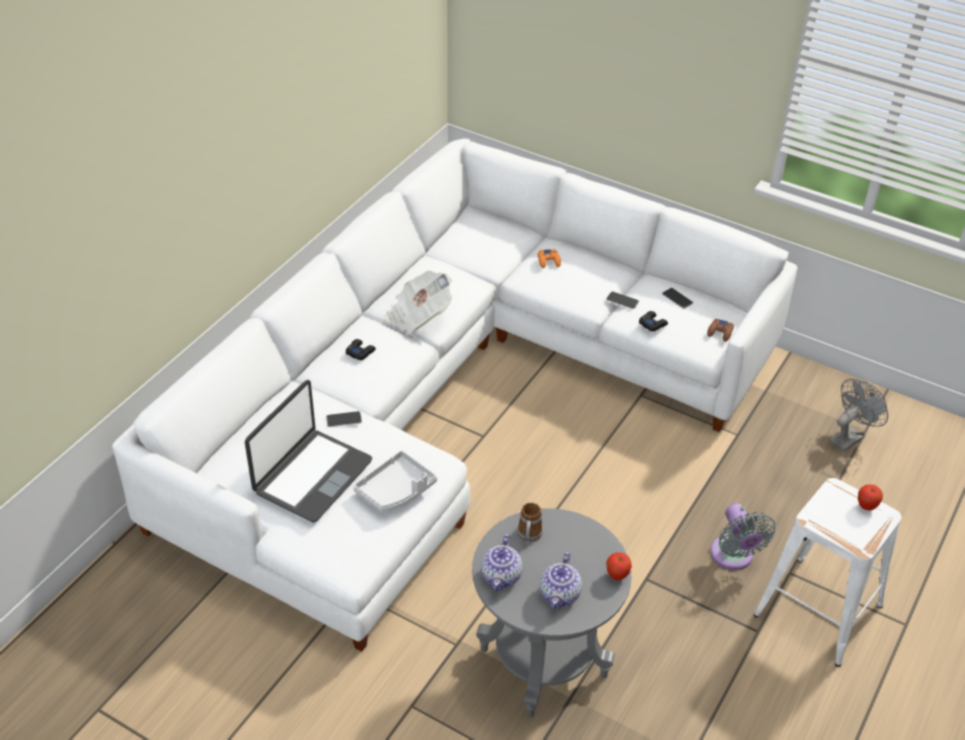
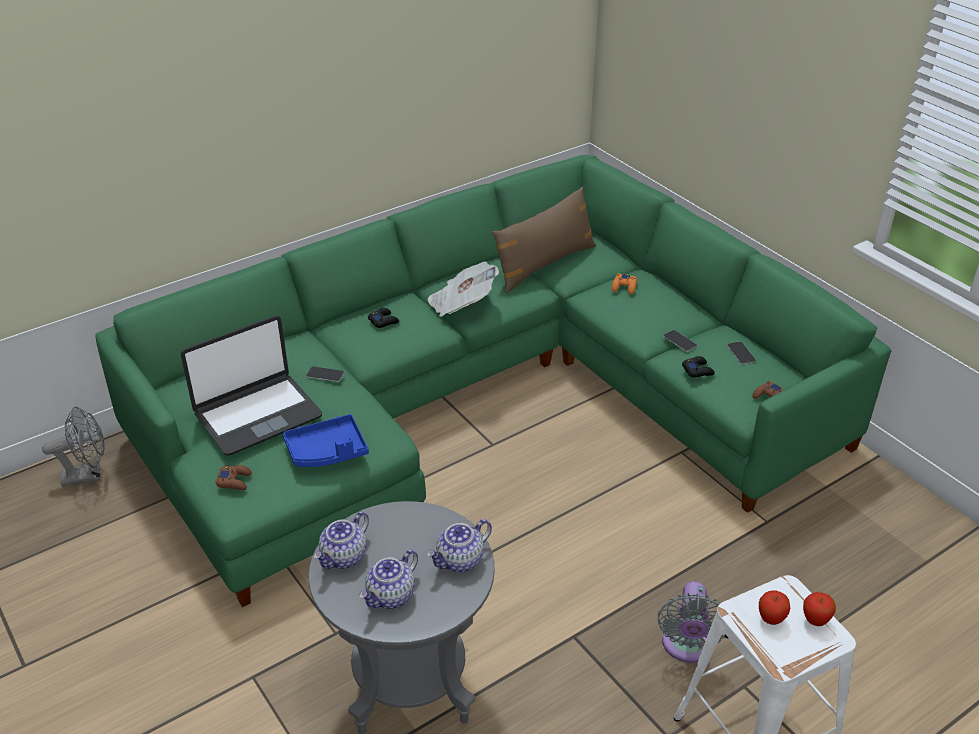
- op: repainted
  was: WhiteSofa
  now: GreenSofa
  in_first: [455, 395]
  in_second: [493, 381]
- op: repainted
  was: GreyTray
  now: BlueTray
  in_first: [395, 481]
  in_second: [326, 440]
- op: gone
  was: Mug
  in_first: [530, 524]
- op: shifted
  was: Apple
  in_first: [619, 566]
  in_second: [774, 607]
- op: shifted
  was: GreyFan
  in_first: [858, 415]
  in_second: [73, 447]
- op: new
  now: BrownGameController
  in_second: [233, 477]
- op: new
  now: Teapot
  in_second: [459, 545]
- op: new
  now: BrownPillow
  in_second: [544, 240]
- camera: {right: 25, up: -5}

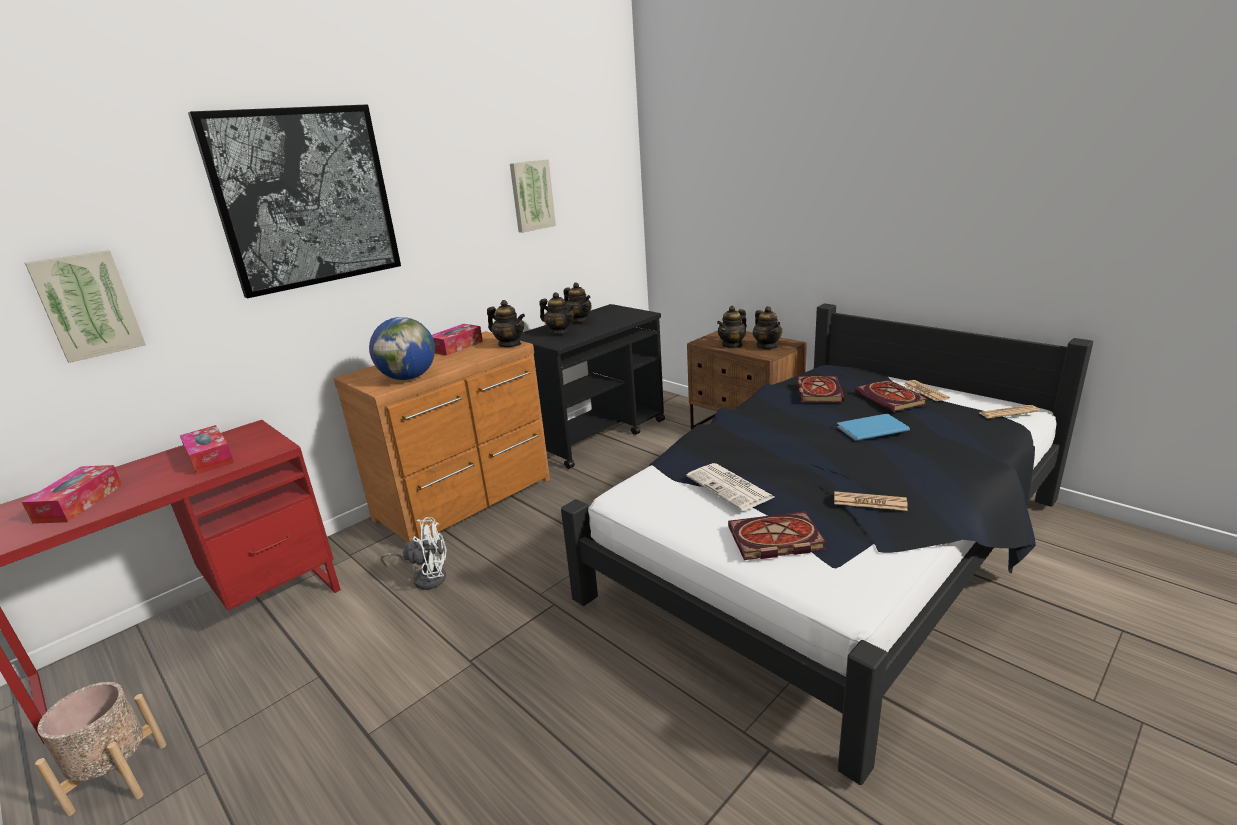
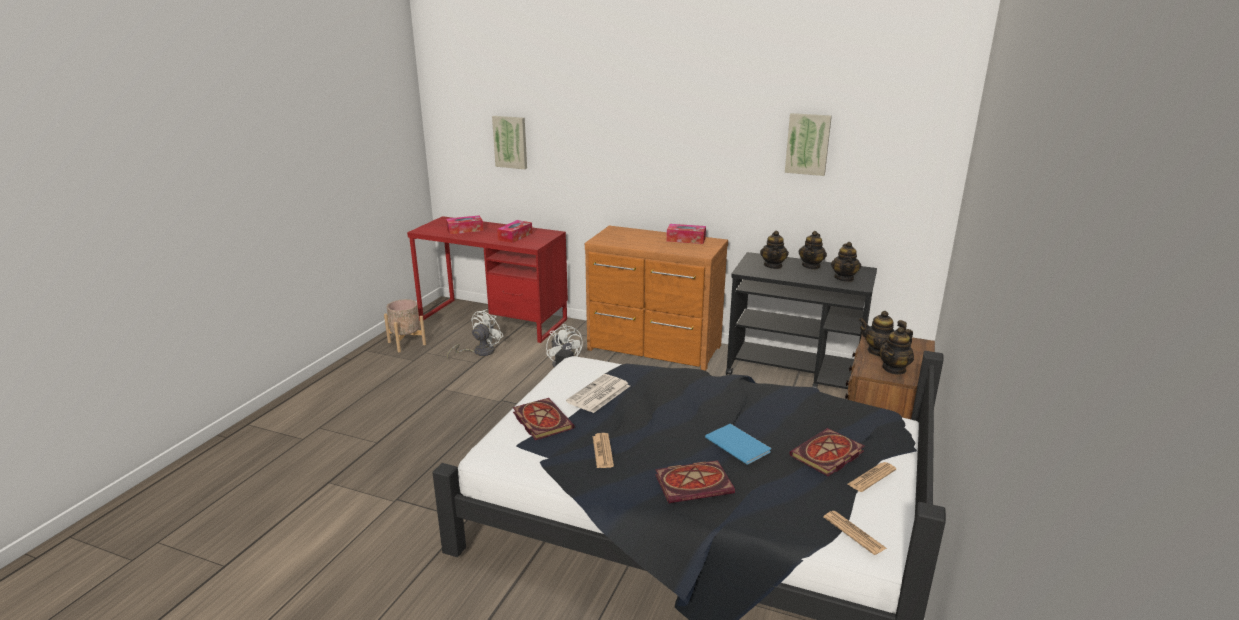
- op: gone
  was: Picture
  in_first: [294, 201]
- op: gone
  was: Globe
  in_first: [402, 348]
- op: shifted
  was: Teapot
  in_first: [506, 323]
  in_second: [846, 262]
- op: shifted
  was: Book
  in_first: [821, 389]
  in_second: [695, 481]
- op: new
  now: WhiteFan
  in_second: [475, 334]
- camera: {right: 65, up: 0}

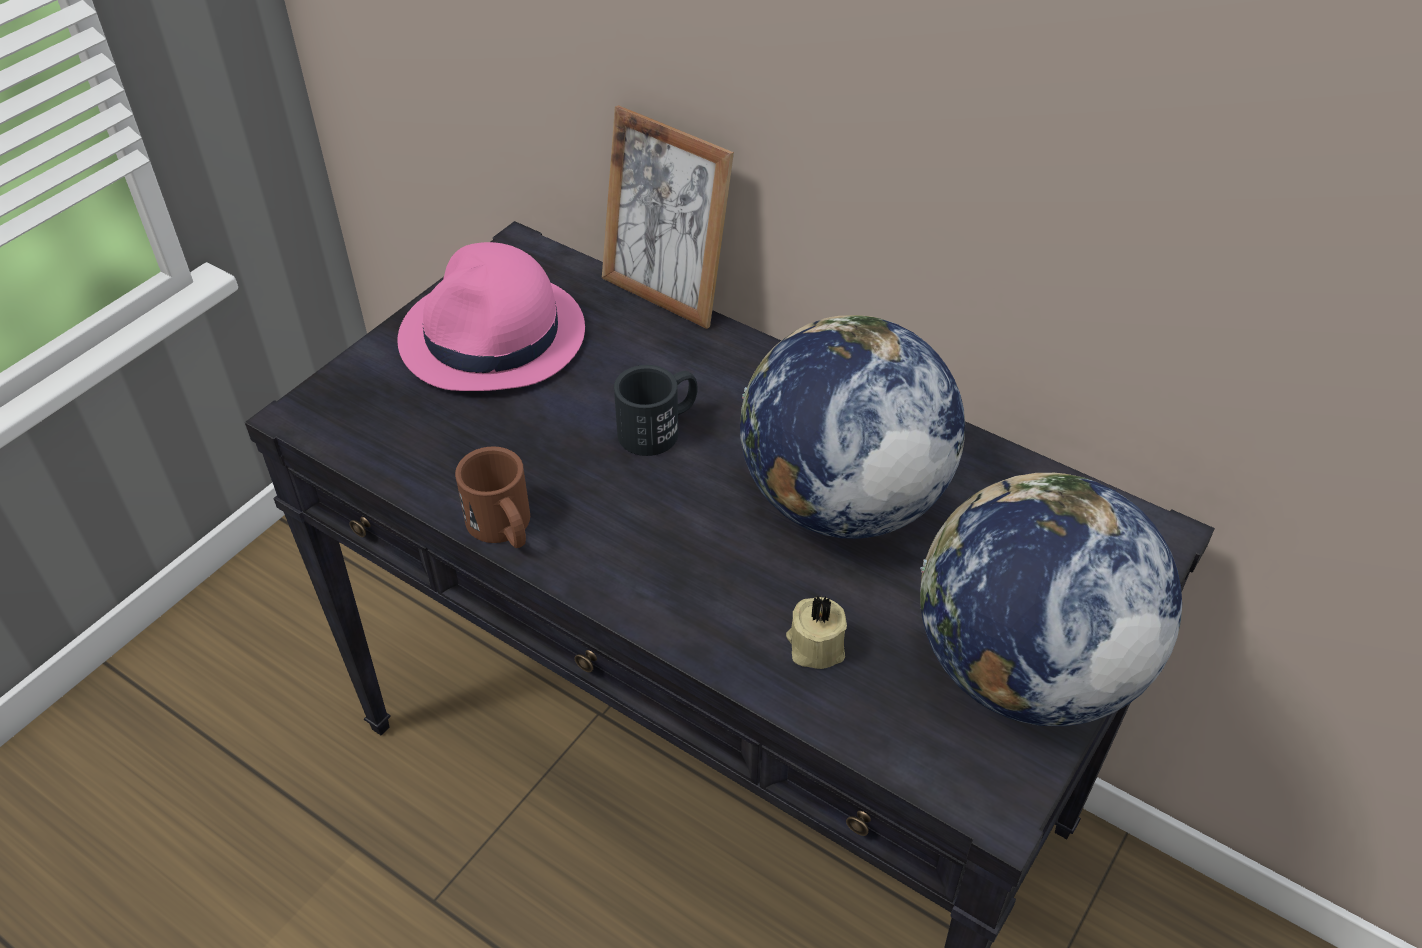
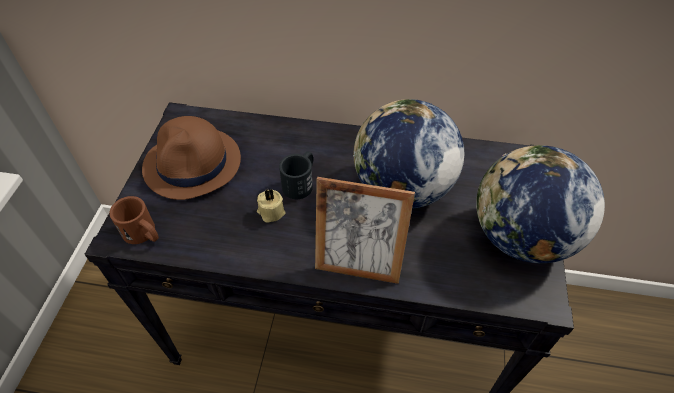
- op: repainted
  was: PinkHat
  now: BrownHat
  in_first: [491, 316]
  in_second: [191, 158]
- op: shifted
  was: BrownMug
  in_first: [492, 497]
  in_second: [134, 220]
- op: shifted
  was: PictureFrame
  in_first: [668, 217]
  in_second: [365, 230]
- op: shifted
  was: BeigeCandle
  in_first: [816, 632]
  in_second: [271, 205]
- camera: {right: -25, up: 5}

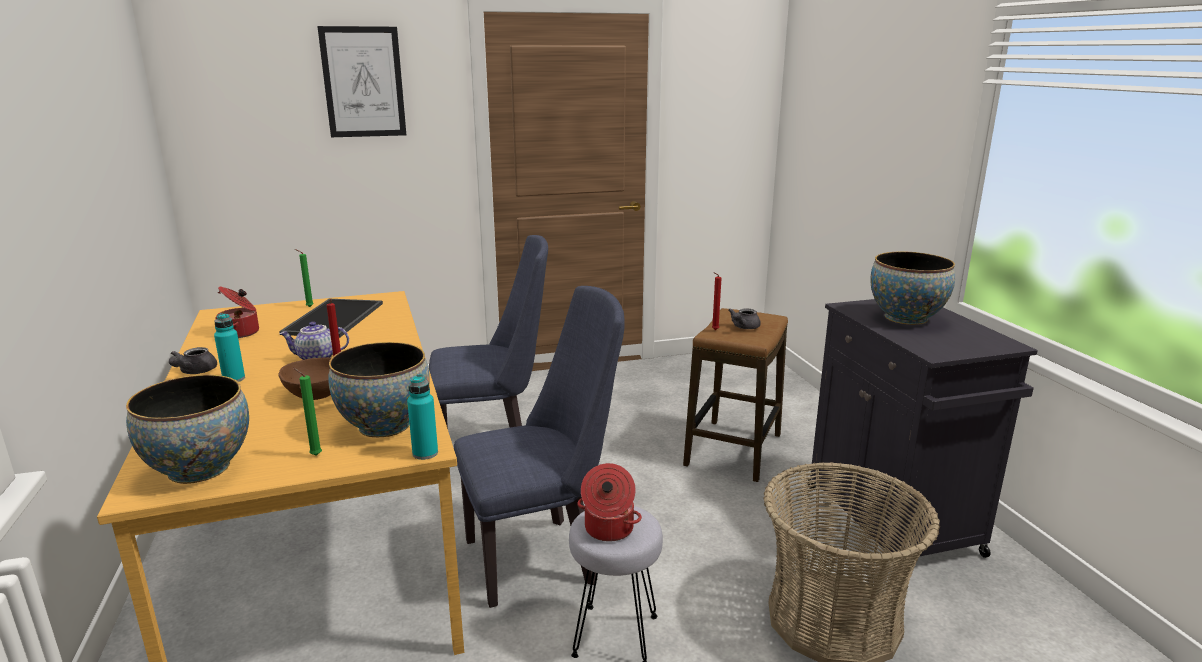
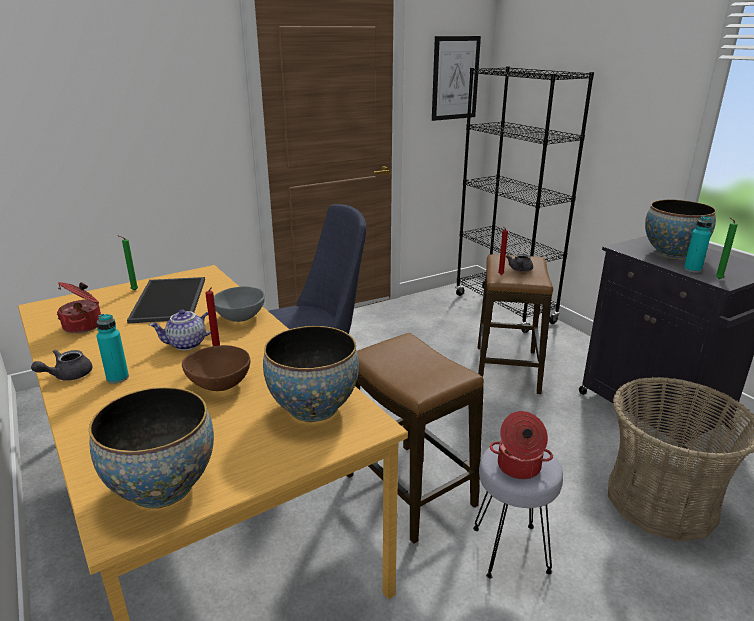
- op: rotated
  was: GreyTeapot
  in_first: [193, 360]
  in_second: [61, 365]
  clockwise: 45
- op: shifted
  was: GreenCandle
  in_first: [307, 412]
  in_second: [726, 248]
- op: shifted
  was: Picture
  in_first: [361, 81]
  in_second: [456, 78]
- op: shifted
  was: TurquoiseBottle
  in_first: [422, 417]
  in_second: [698, 244]
- op: swapped
  was: BlueChair
  now: Stool
  in_first: [539, 447]
  in_second: [415, 438]
- op: new
  now: GreyBowl
  in_second: [239, 304]
- op: new
  now: BlackBookcase
  in_second: [524, 199]
- camera: {right: -15, up: 5}

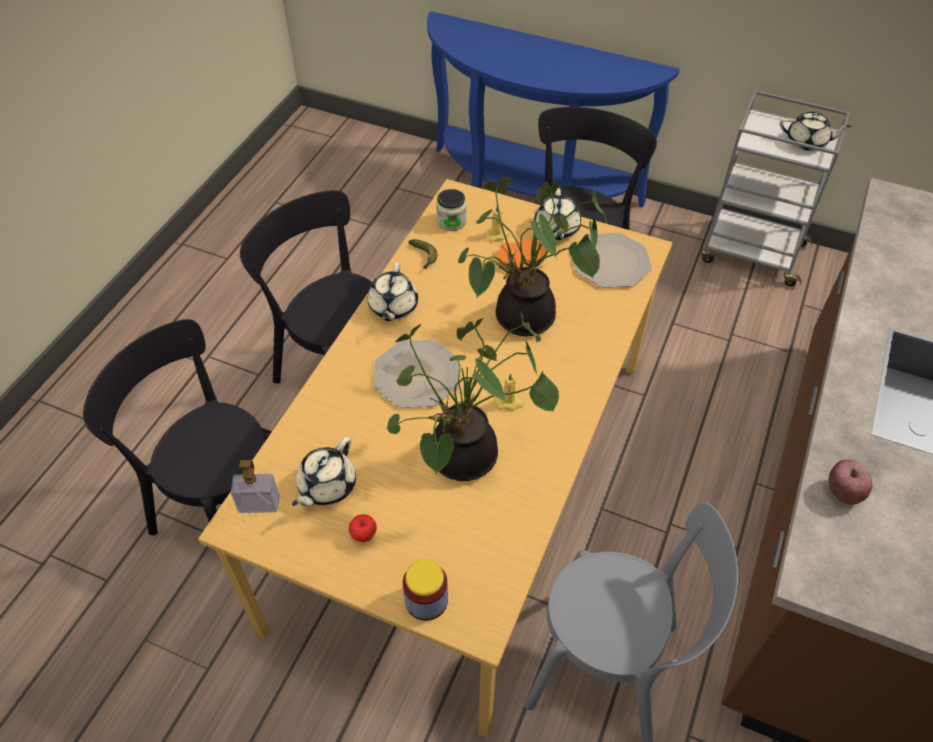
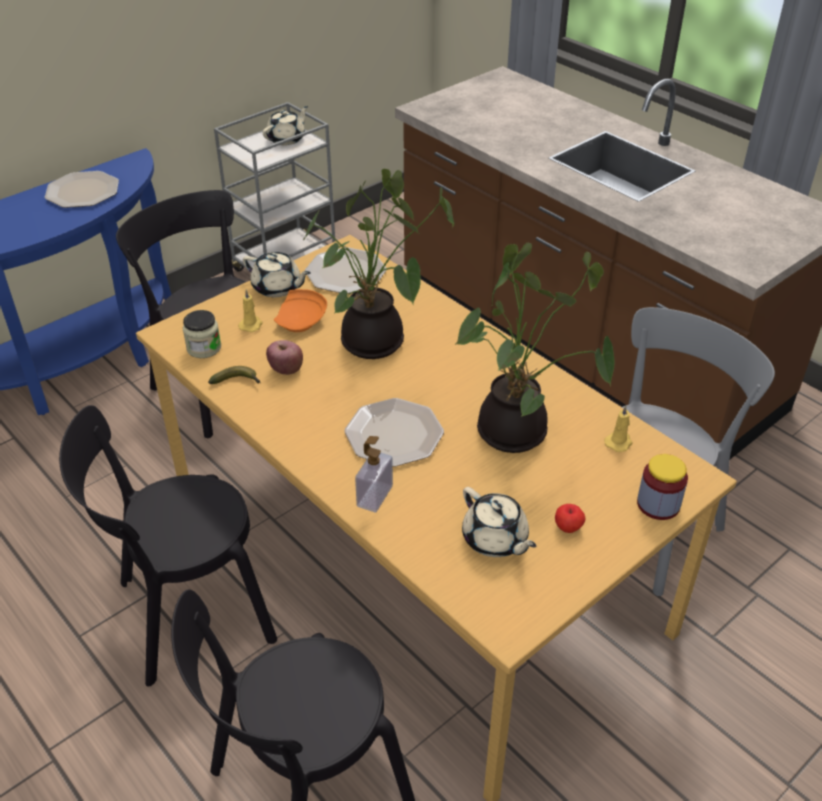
- op: shifted
  was: SoapDispenser
  in_first: [255, 486]
  in_second: [374, 474]
- op: gone
  was: BeigeTeapot
  in_first: [393, 291]
- op: shifted
  was: YellowCandle
  in_first: [509, 392]
  in_second: [618, 428]
- op: shifted
  was: Apple
  in_first: [850, 482]
  in_second: [284, 357]
- op: new
  now: Plate
  in_second: [82, 189]
- camera: {right: -65, up: -10}

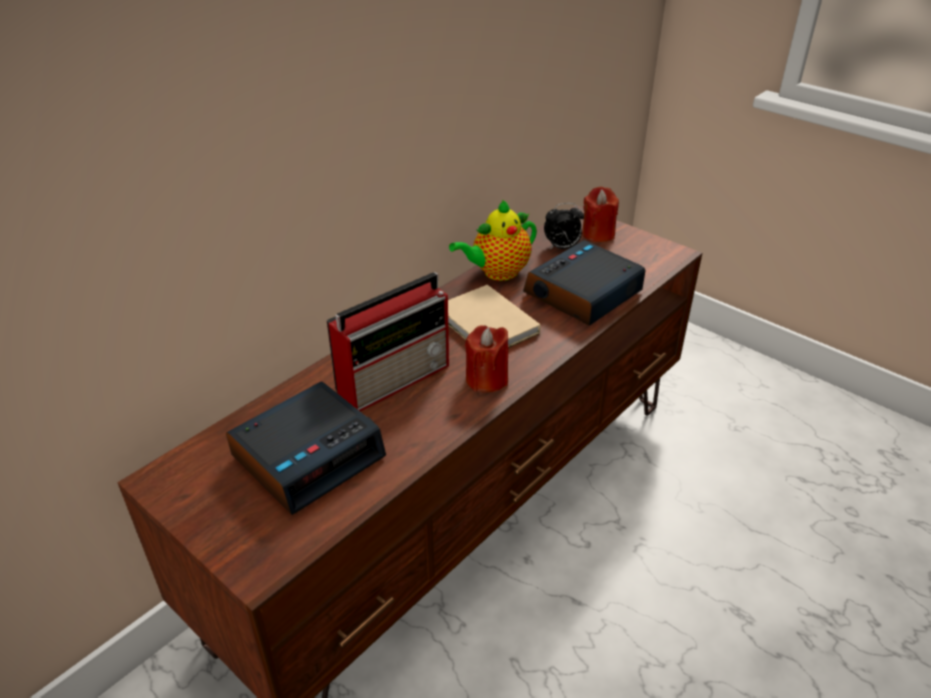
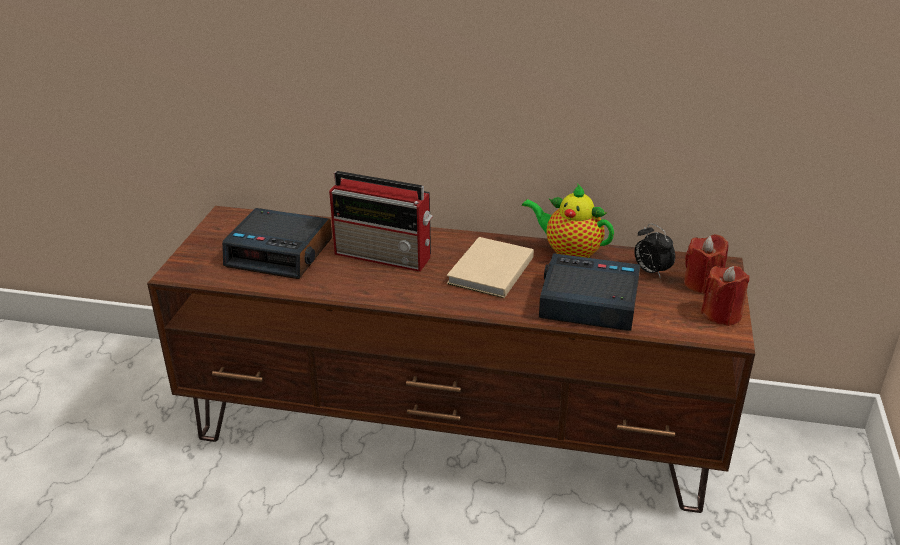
- op: shifted
  was: RedCandle
  in_first: [486, 358]
  in_second: [725, 296]
- camera: {right: 60, up: -5}

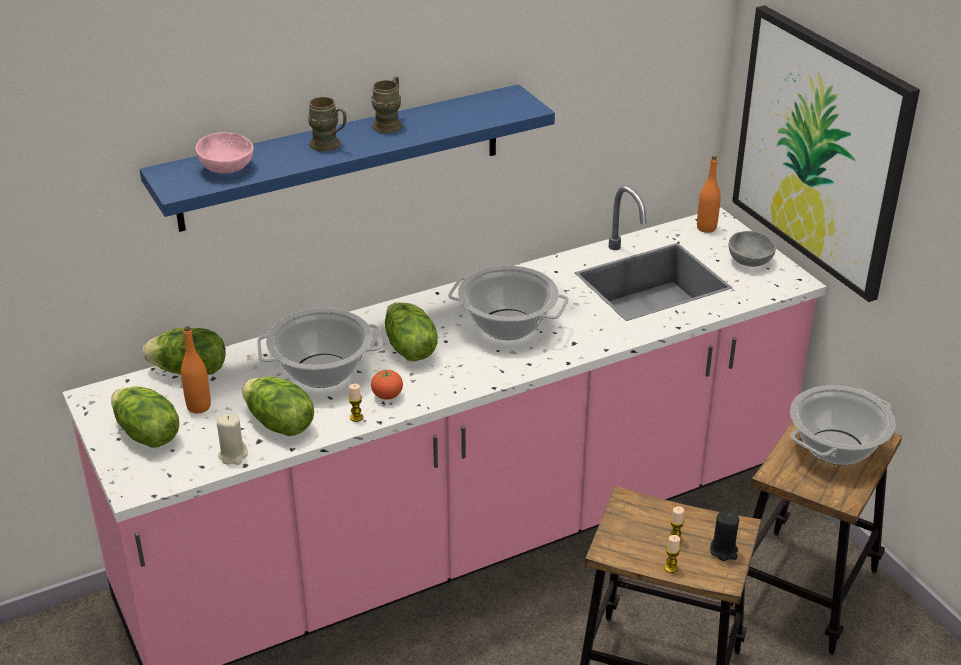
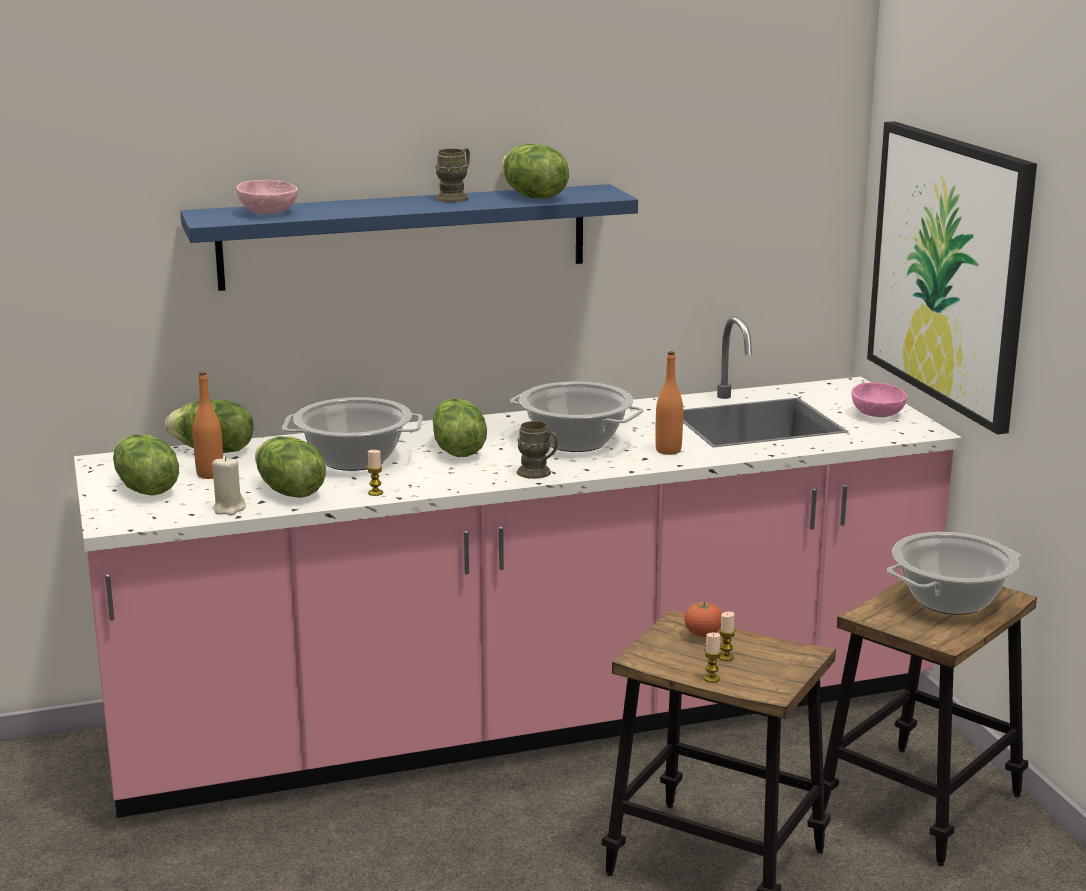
- op: shifted
  was: BrownMug
  in_first: [327, 124]
  in_second: [537, 450]
- op: shifted
  was: Tomato
  in_first: [387, 384]
  in_second: [703, 619]
- op: shifted
  was: OrangeBottle
  in_first: [709, 194]
  in_second: [669, 403]
- op: gone
  was: BlackCandle
  in_first: [724, 536]
- op: repainted
  was: GreyBowl
  now: PinkBowl
  in_first: [752, 249]
  in_second: [879, 400]
- op: new
  now: Lettuce
  in_second: [535, 171]
- camera: {right: 10, up: -15}

